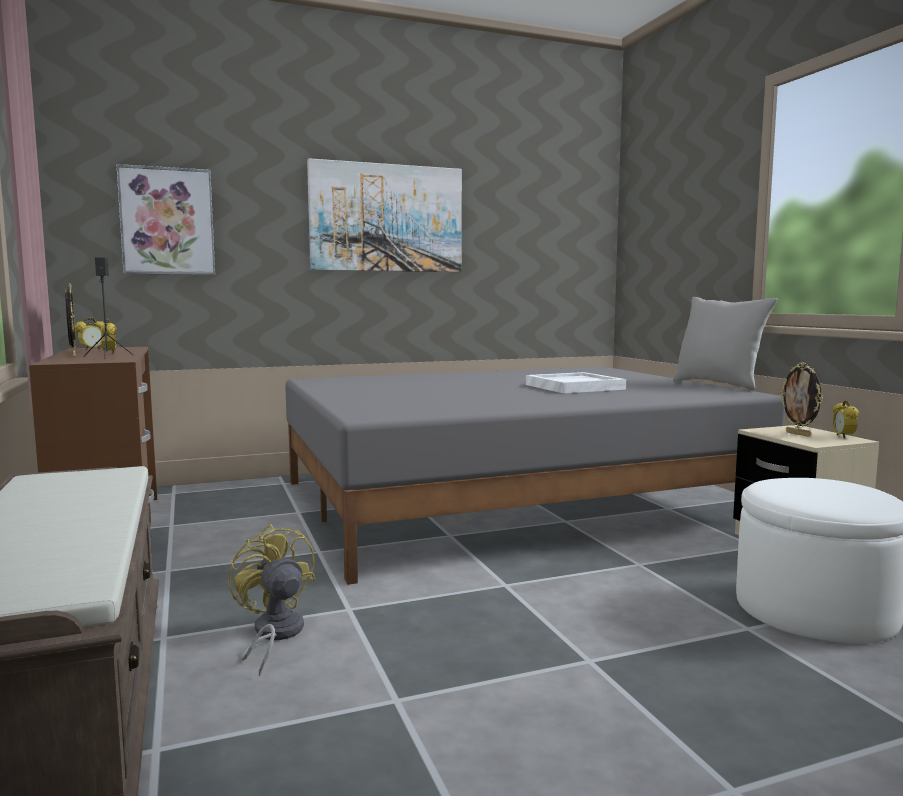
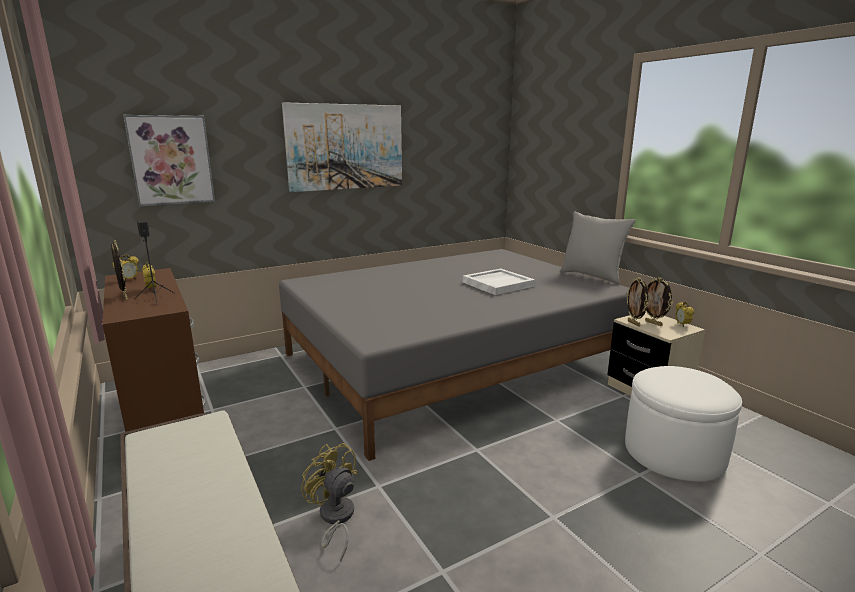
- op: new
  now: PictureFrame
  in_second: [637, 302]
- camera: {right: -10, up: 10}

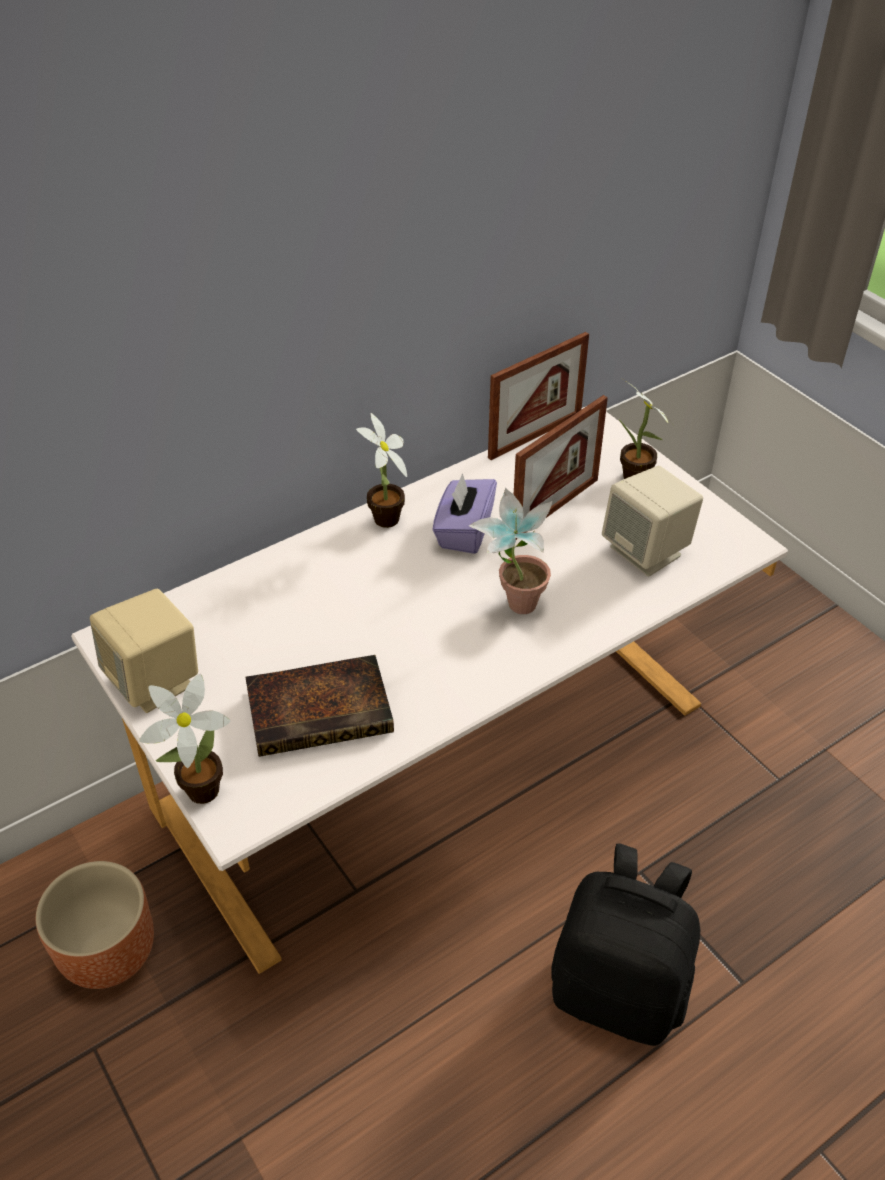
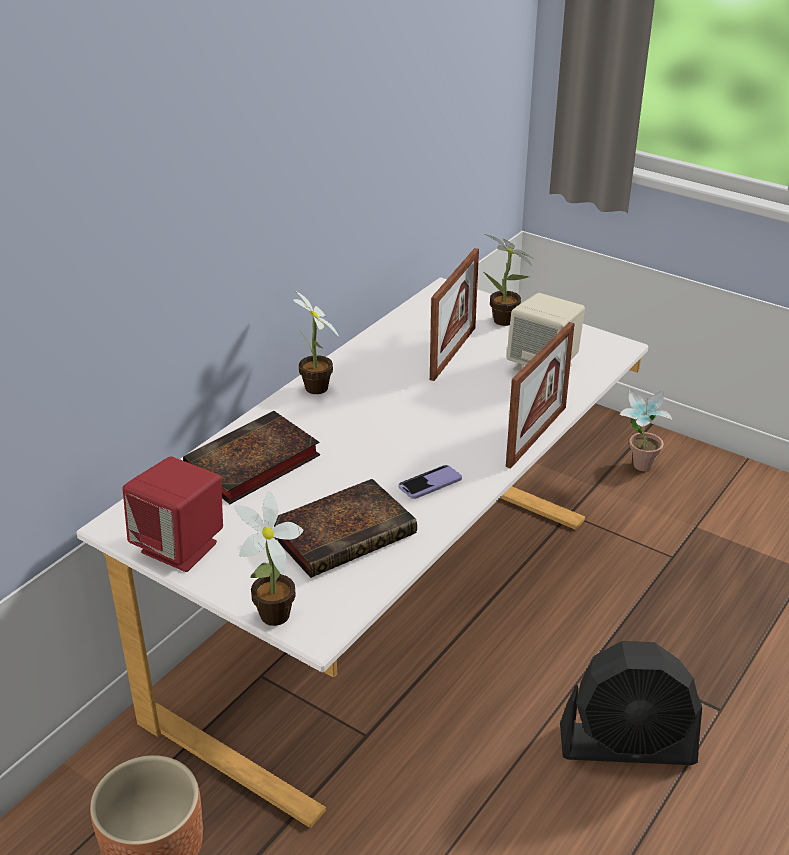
- op: repainted
  was: BeigeSpeaker
  now: RedSpeaker
  in_first: [144, 651]
  in_second: [172, 514]
- op: gone
  was: PurpleTissueBox
  in_first: [464, 513]
- op: shifted
  was: PottedPlant
  in_first: [511, 551]
  in_second: [646, 430]
- op: shifted
  was: PictureFrame
  in_first: [538, 396]
  in_second: [540, 395]
- op: swapped
  was: BlackBackpack
  now: BlackFan
  in_first: [626, 945]
  in_second: [631, 703]
- op: new
  now: Book
  in_second: [251, 457]
- op: new
  now: Phone
  in_second: [430, 482]
- camera: {right: -20, up: -10}

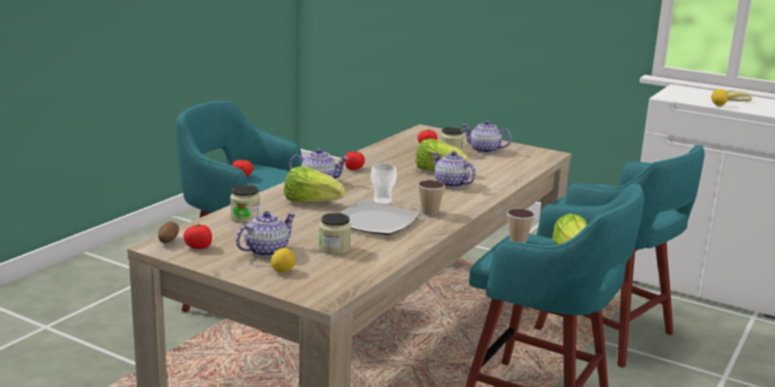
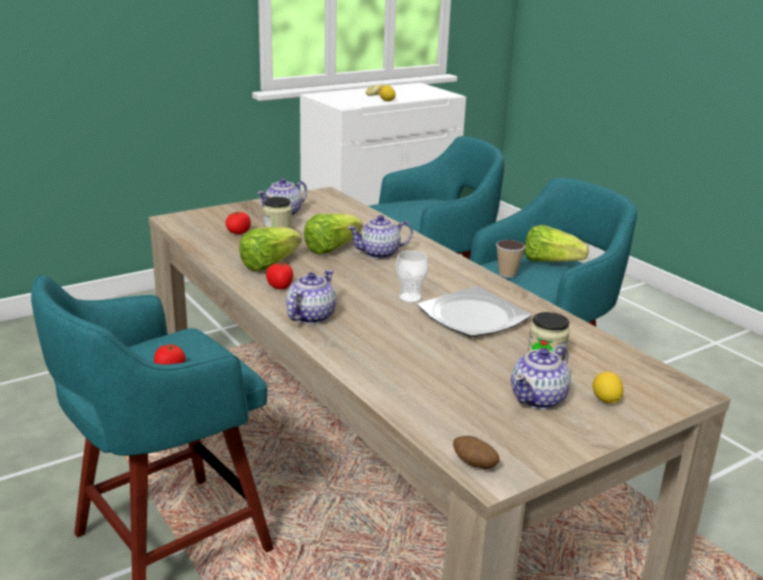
- op: gone
  was: Tomato
  in_first: [197, 236]
- op: gone
  was: Jar
  in_first: [245, 204]
- op: rotated
  was: Teapot
  in_first: [266, 234]
  in_second: [541, 377]
  clockwise: -120
- op: shifted
  was: Lettuce
  in_first: [314, 184]
  in_second: [270, 249]
- op: gone
  was: Cup
  in_first: [431, 198]
- camera: {right: -65, up: 5}

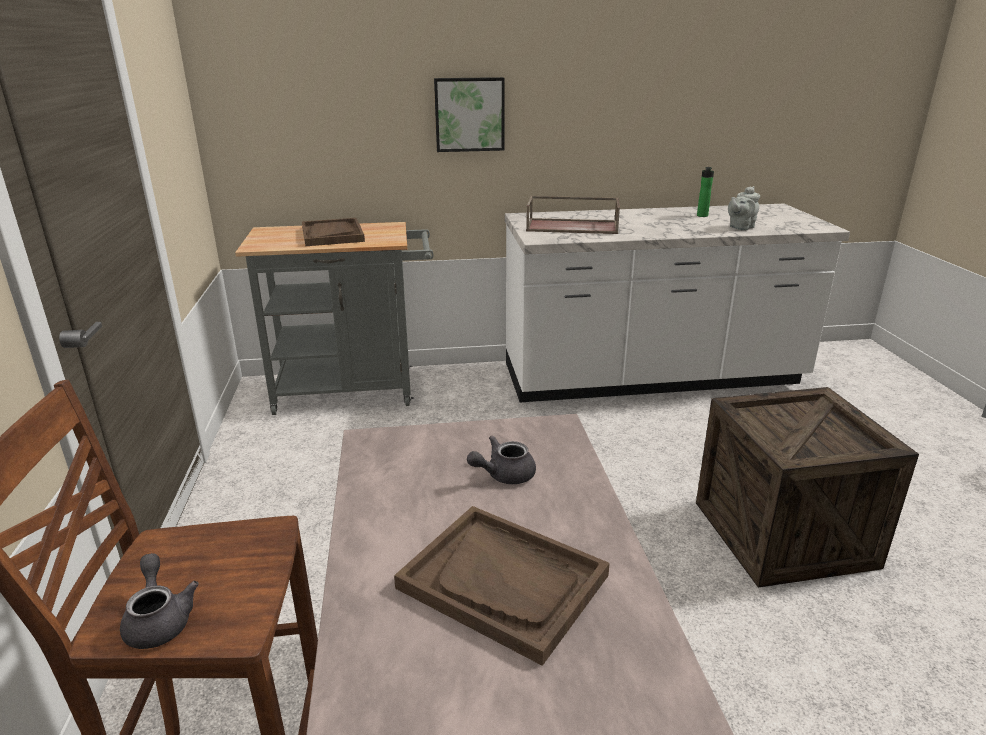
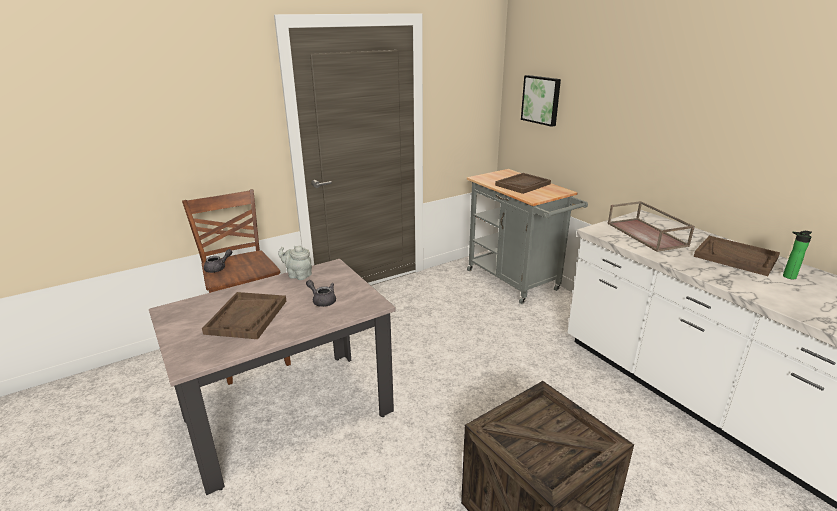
- op: shifted
  was: Picture
  in_first: [469, 114]
  in_second: [541, 101]
- op: shifted
  was: GreyTeapot
  in_first: [744, 208]
  in_second: [295, 263]
- op: new
  now: BrownTray
  in_second: [737, 256]
- camera: {right: 65, up: 0}

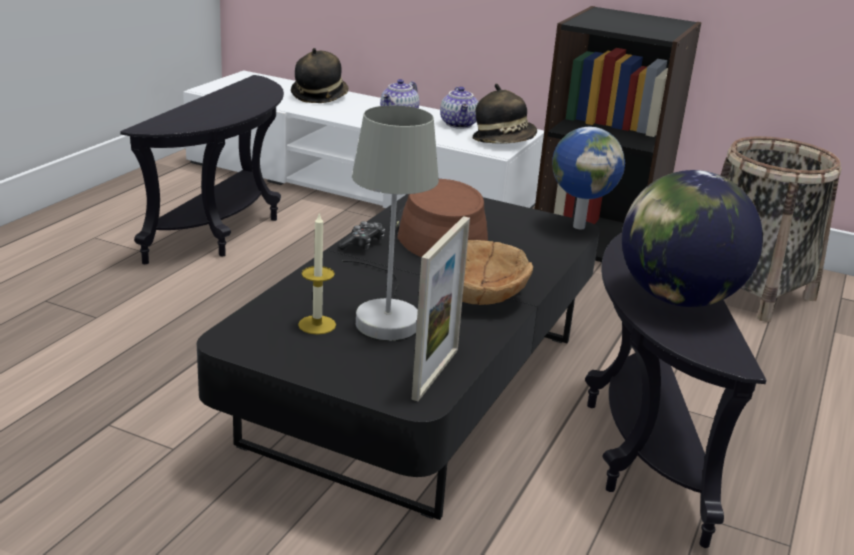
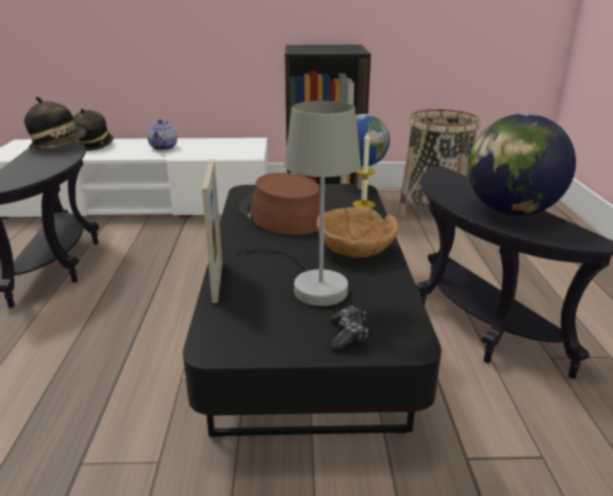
- op: shifted
  was: Candle
  in_first: [317, 273]
  in_second: [364, 169]
- op: shifted
  was: GameController
  in_first: [361, 235]
  in_second: [349, 328]
- op: shifted
  was: PictureFrame
  in_first: [440, 308]
  in_second: [212, 231]
- op: gone
  was: Teapot
  in_first: [459, 107]
- op: shifted
  was: Hat
  in_first: [504, 114]
  in_second: [55, 123]
- camera: {right: -25, up: 0}

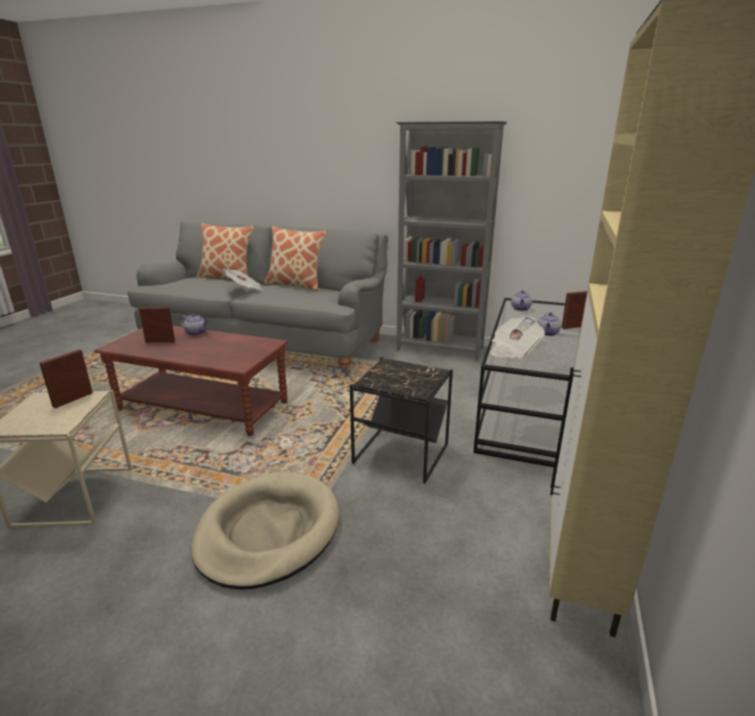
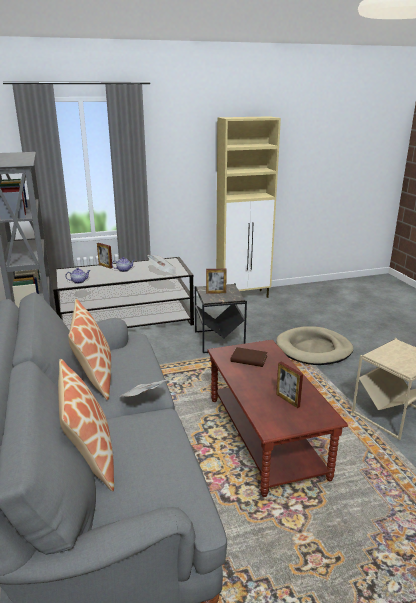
- op: shifted
  was: PictureFrame
  in_first: [66, 379]
  in_second: [216, 281]
- op: gone
  was: Teapot
  in_first: [194, 325]
- op: new
  now: BrownBook
  in_second: [249, 357]
- camera: {right: -125, up: 0}

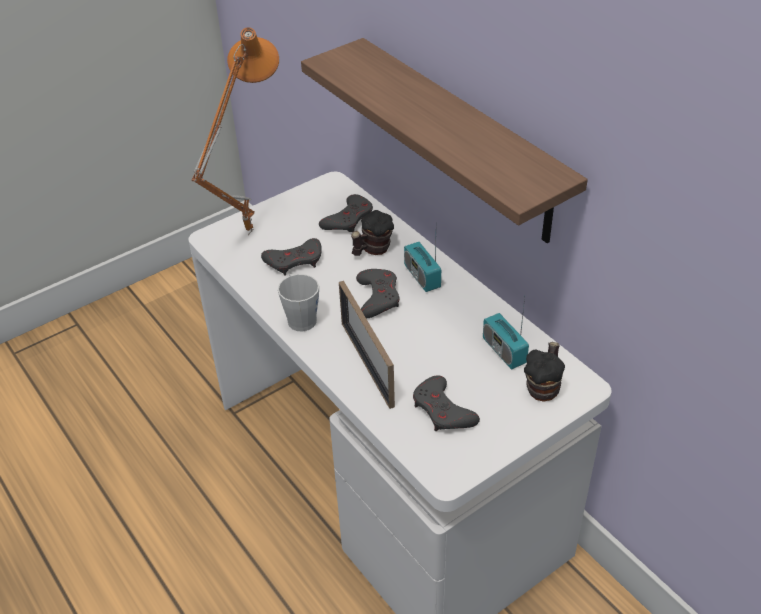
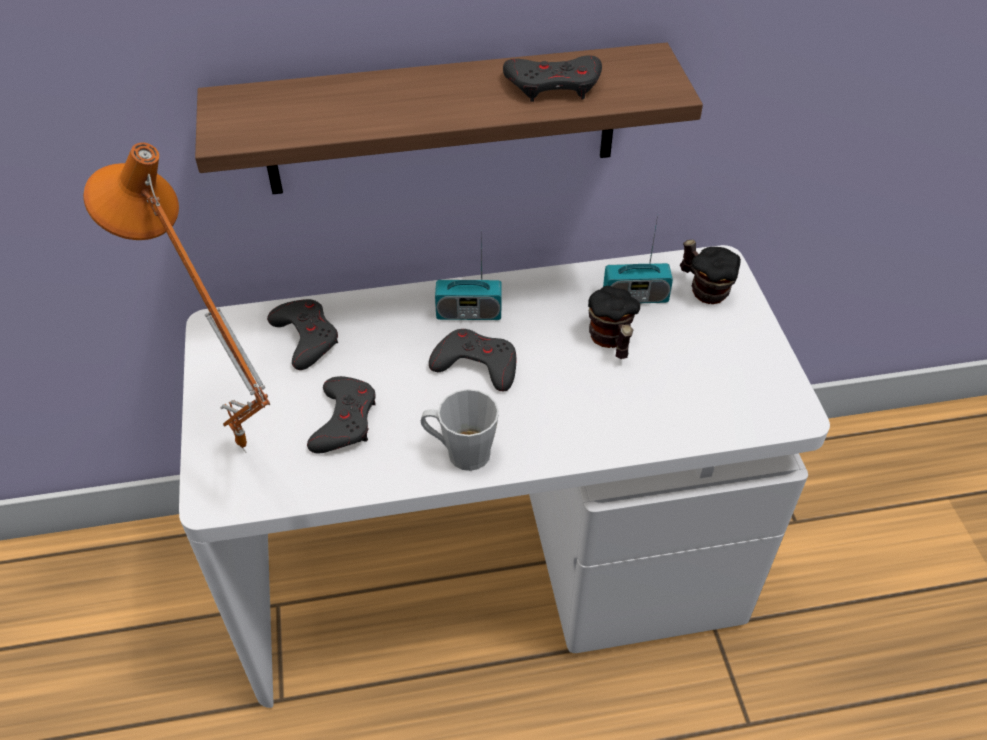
- op: gone
  was: PictureFrame
  in_first: [367, 345]
- op: shifted
  was: Mug
  in_first: [372, 233]
  in_second: [614, 322]
- op: shifted
  was: GreyGameController
  in_first: [446, 403]
  in_second: [552, 78]
- camera: {right: -65, up: 5}

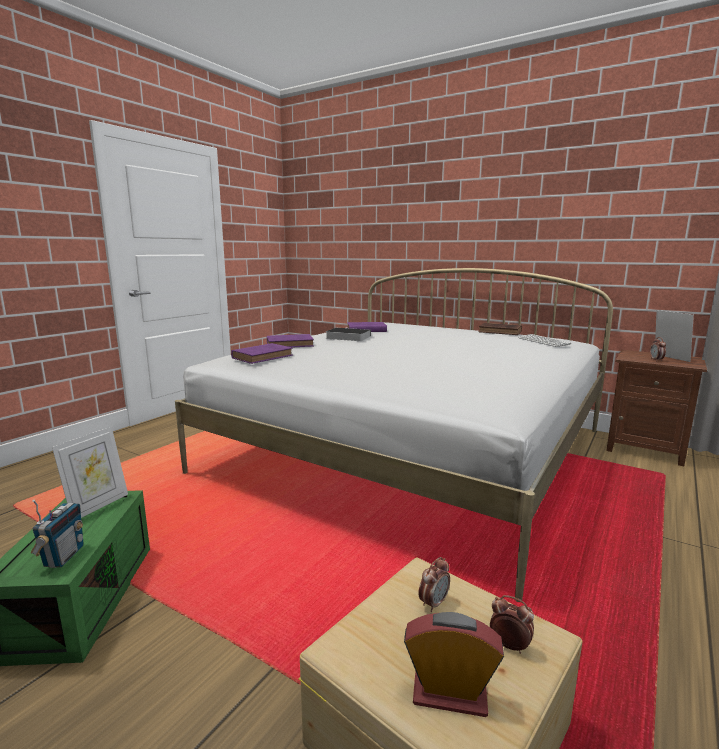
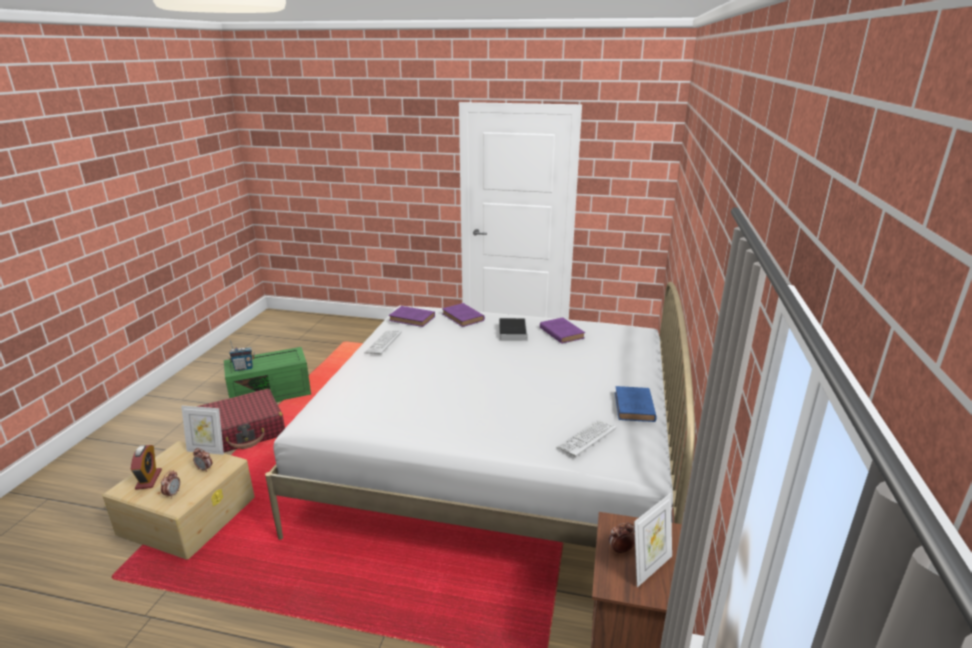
- op: shifted
  was: PictureFrame
  in_first: [90, 472]
  in_second: [202, 430]
- op: repainted
  was: BrownBook
  now: BlueBook
  in_first: [500, 329]
  in_second: [636, 404]
- op: new
  now: RedSuitcase
  in_second: [240, 420]
- op: new
  now: Keyboard
  in_second: [383, 342]
- camera: {right: 70, up: 10}

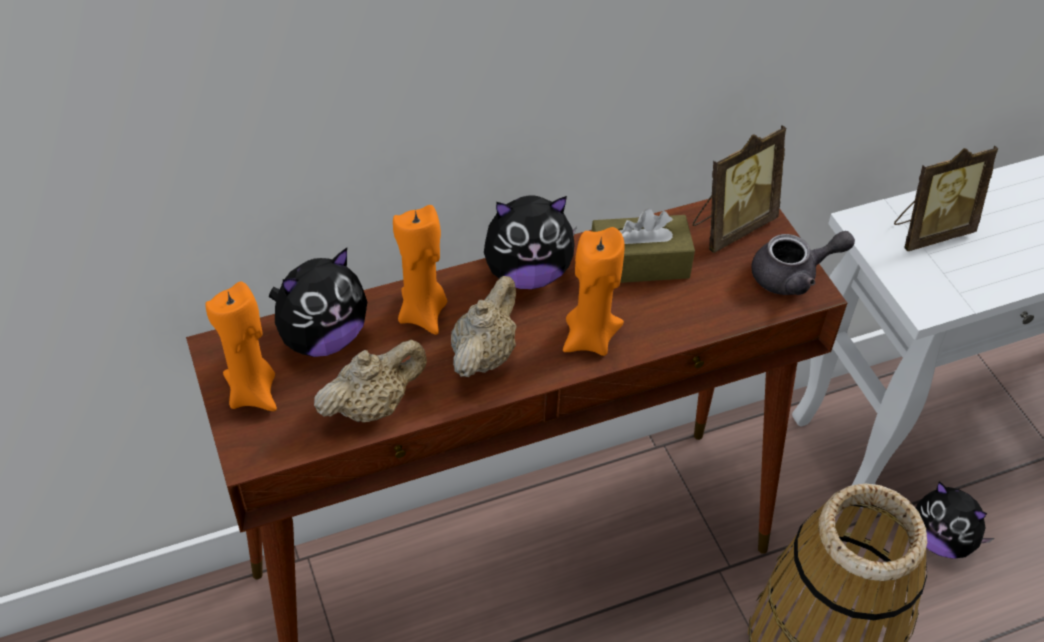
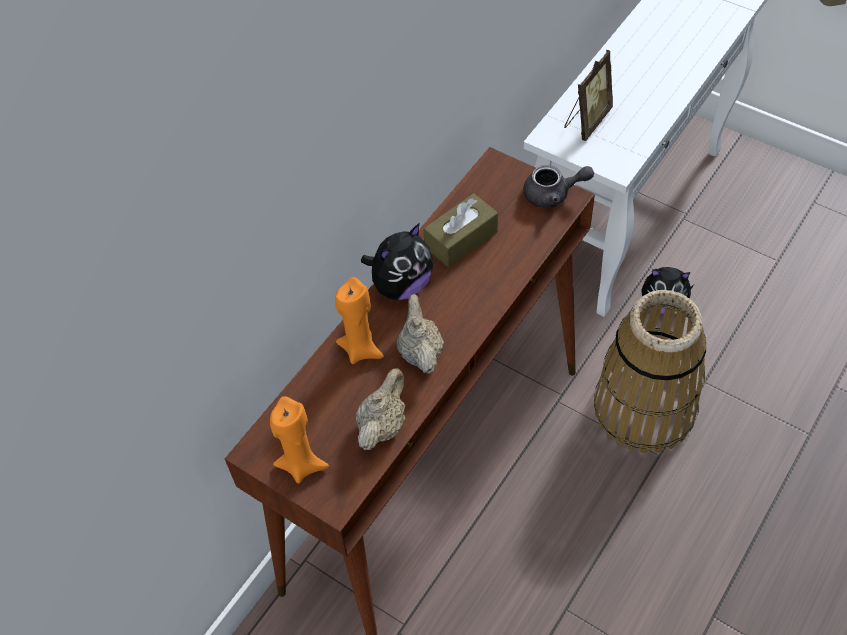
- op: gone
  was: PlushToy
  in_first: [318, 302]
- op: gone
  was: OrangeCandle
  in_first: [593, 291]
- op: gone
  was: PictureFrame
  in_first: [739, 189]
- op: rotated
  was: GreyTeapot
  in_first: [803, 263]
  in_second: [558, 186]
  clockwise: 45
- camera: {right: -30, up: 5}

